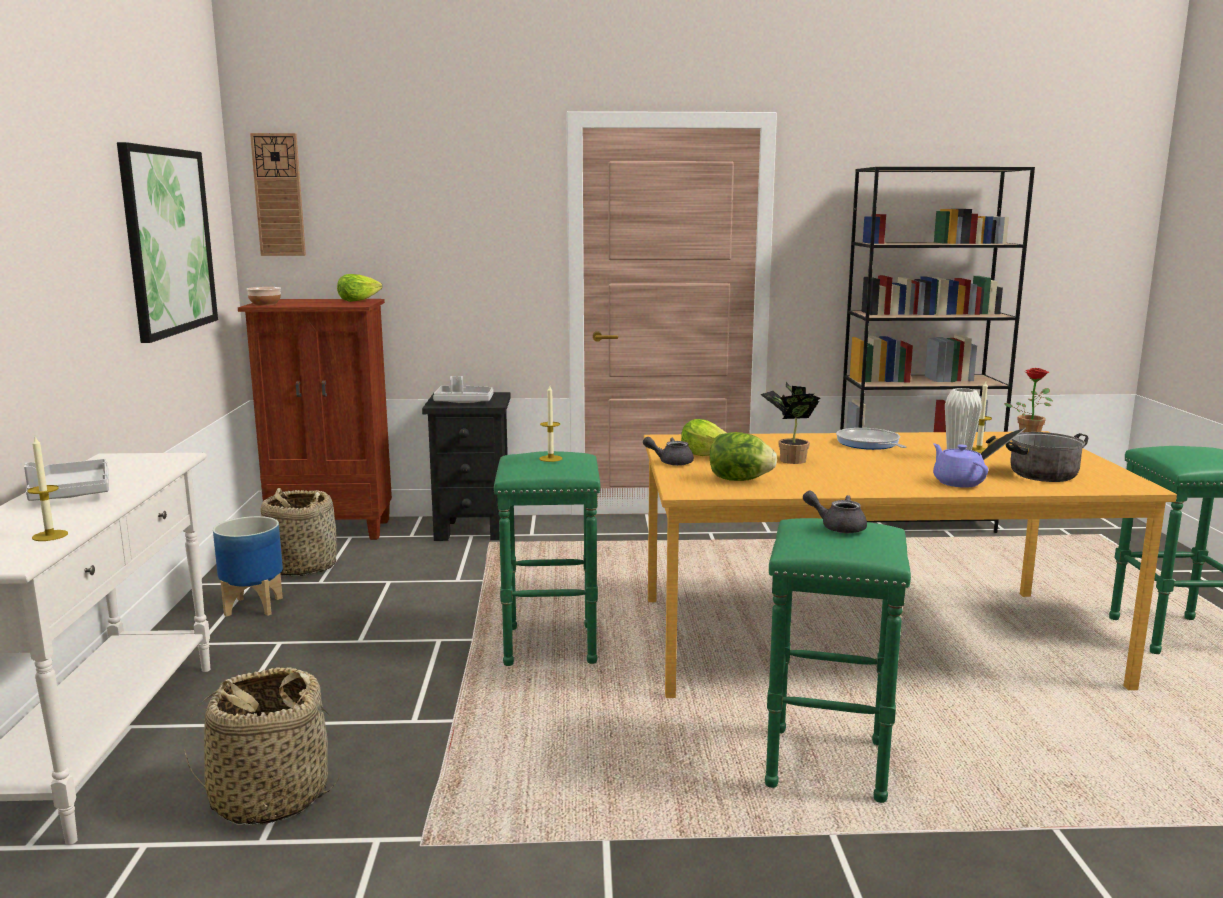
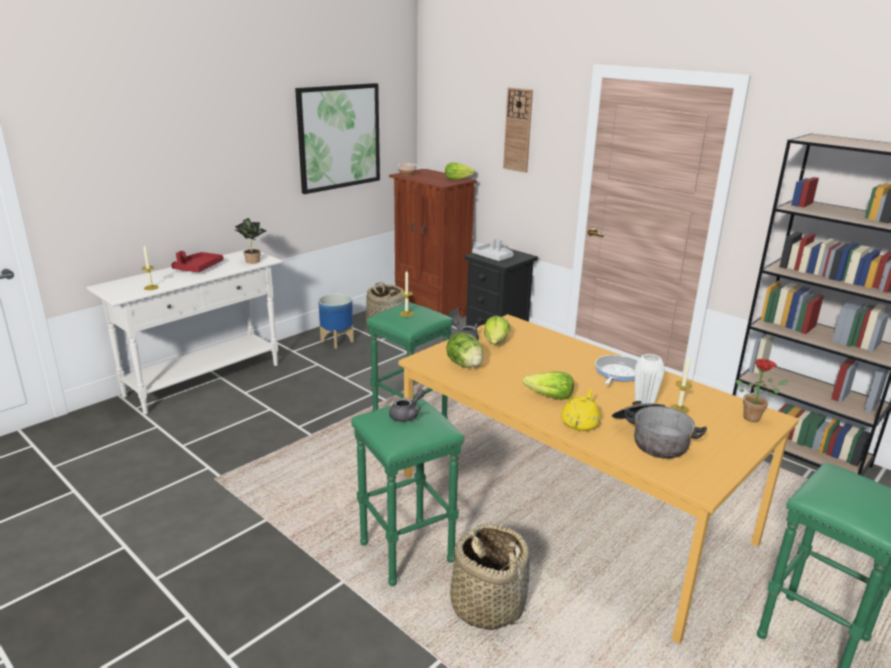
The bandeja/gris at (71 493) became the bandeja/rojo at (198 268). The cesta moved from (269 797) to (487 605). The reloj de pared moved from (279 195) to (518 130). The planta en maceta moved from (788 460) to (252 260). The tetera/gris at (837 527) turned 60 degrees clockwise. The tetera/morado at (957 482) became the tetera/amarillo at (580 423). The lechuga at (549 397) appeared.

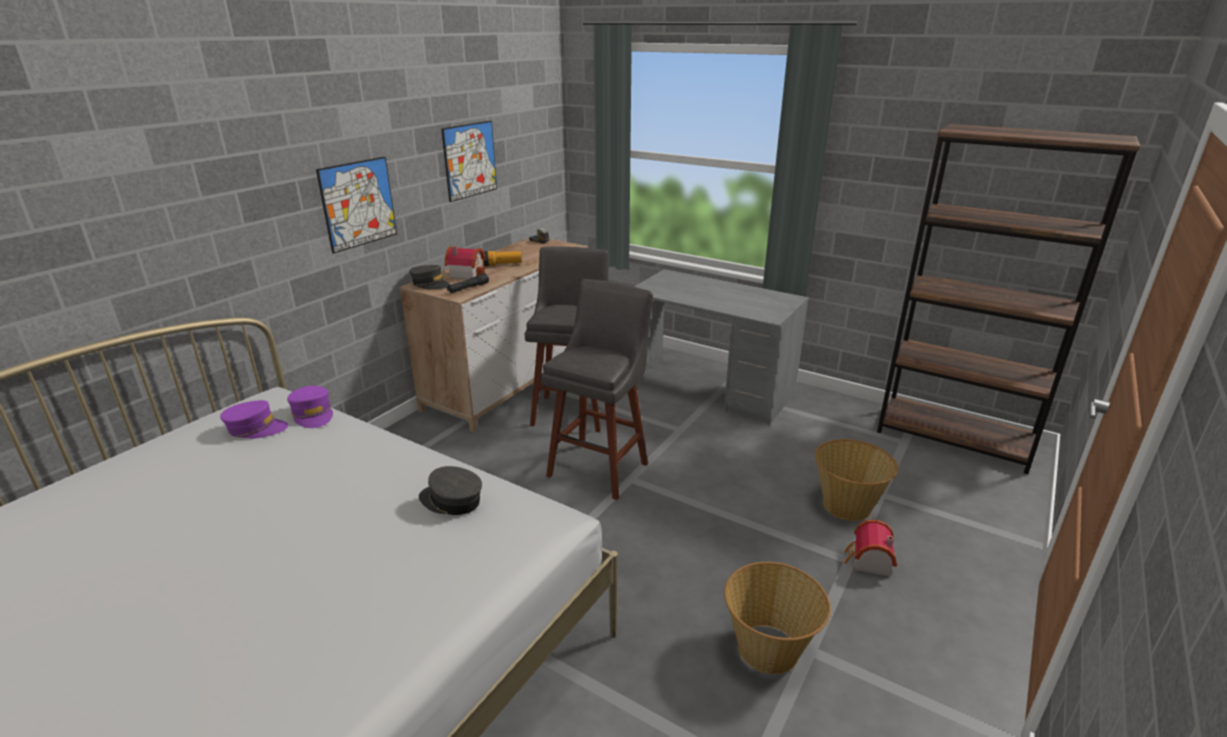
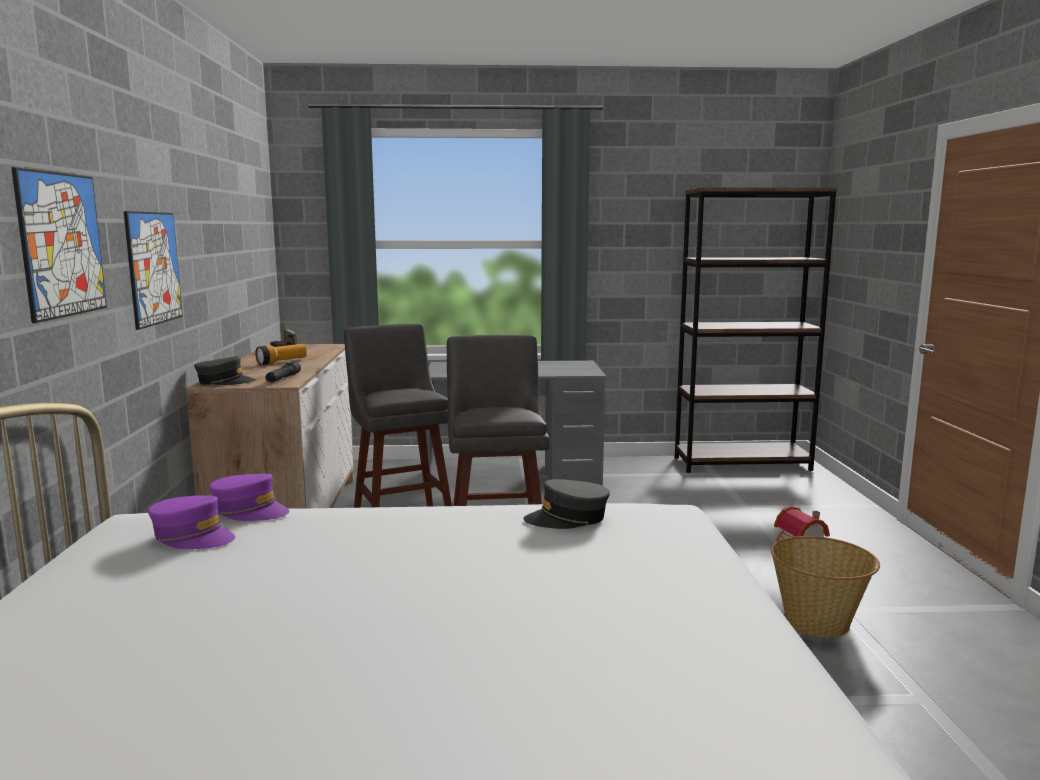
The gorra/morado at (256 428) turned 60 degrees clockwise. The cuadro moved from (470 160) to (62 245). The casita at (466 274) disappeared. The cesta at (847 505) disappeared.

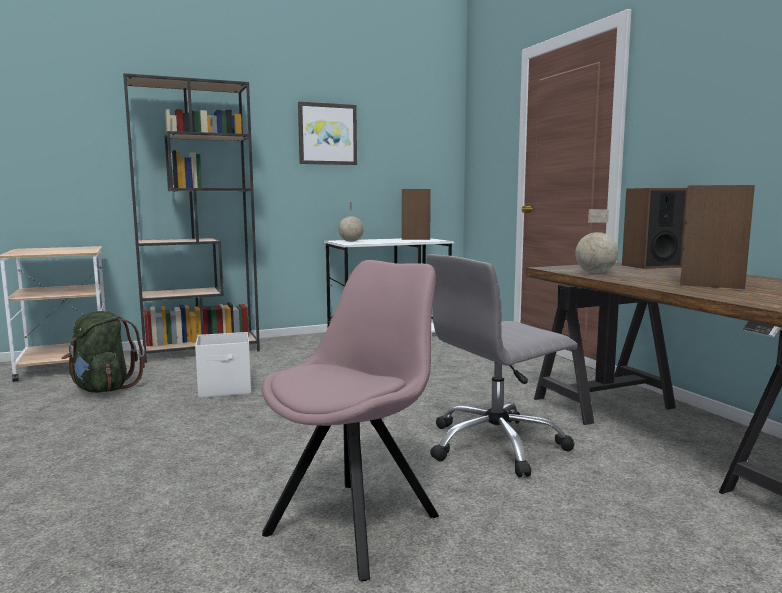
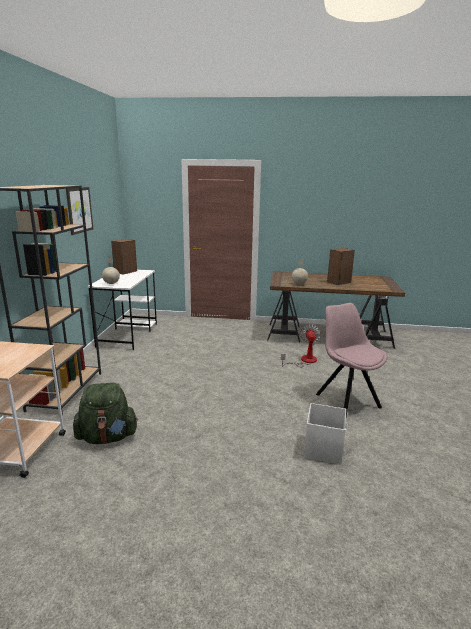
The caja de almacenaje/blanco moved from (226 389) to (324 449). The silla de oficina/gris at (495 445) was replaced by the ventilador at (304 361). The altavoz at (651 266) disappeared.

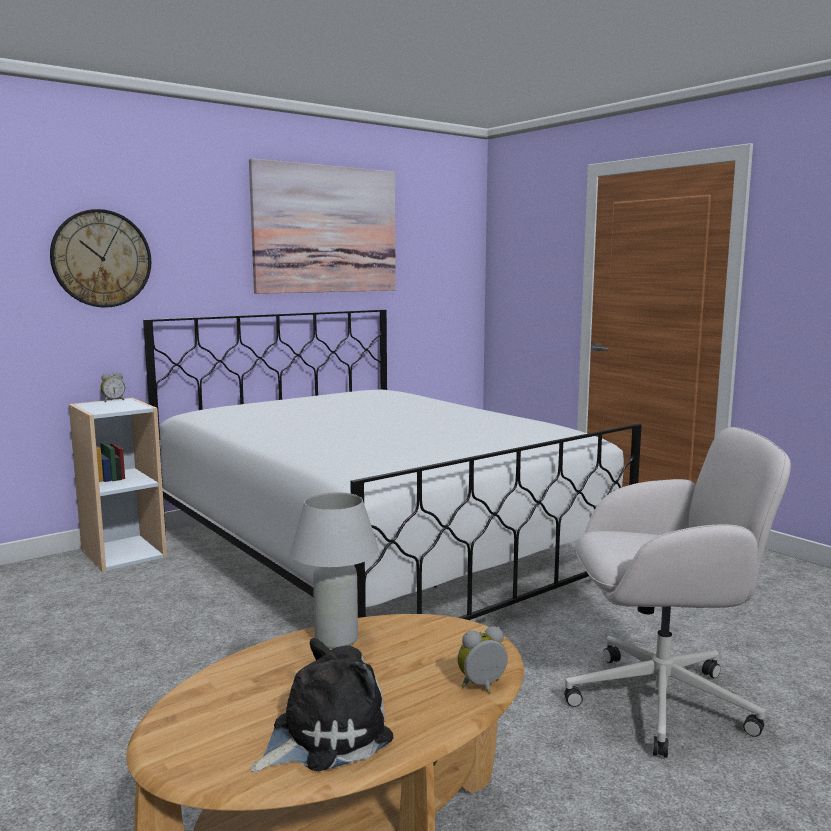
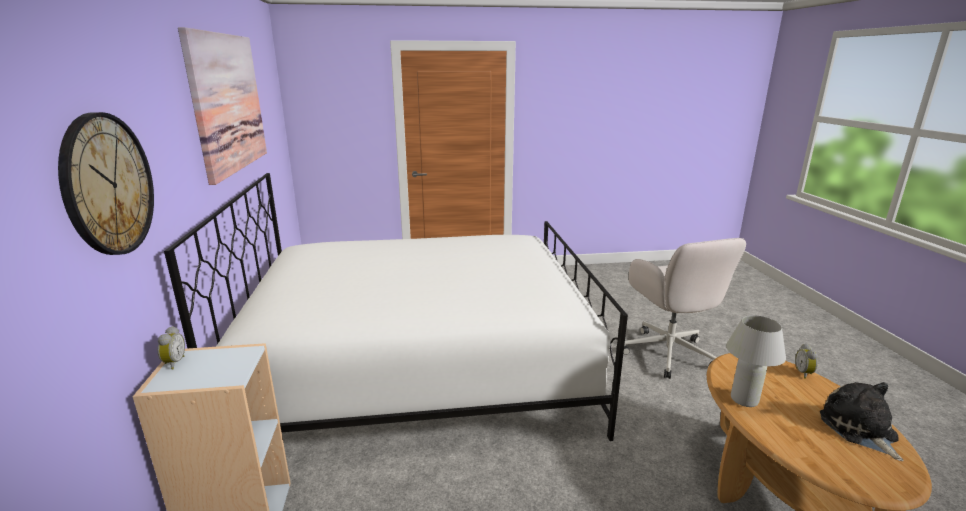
The silla de oficina/blanco at (660 703) turned 135 degrees clockwise.

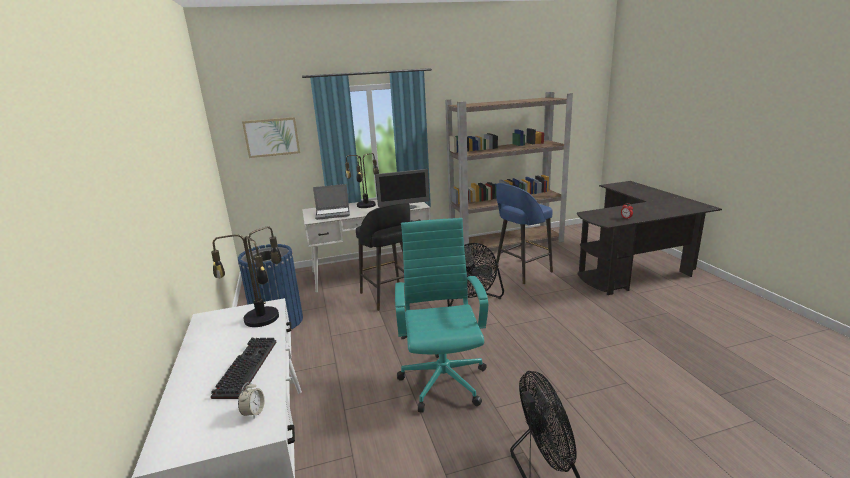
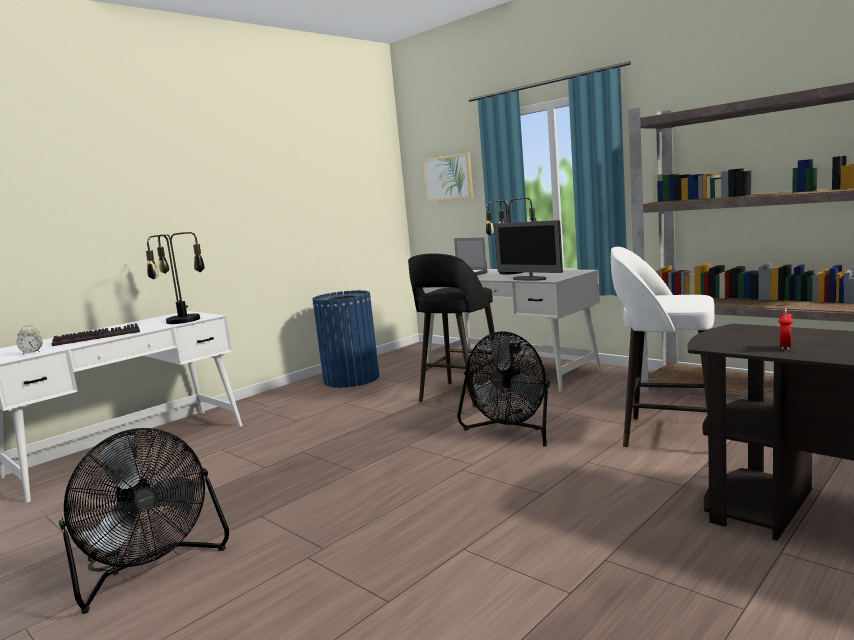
The silla de oficina/turquesa at (443 379) disappeared. The taburete/azul at (521 272) became the taburete/blanco at (667 434).

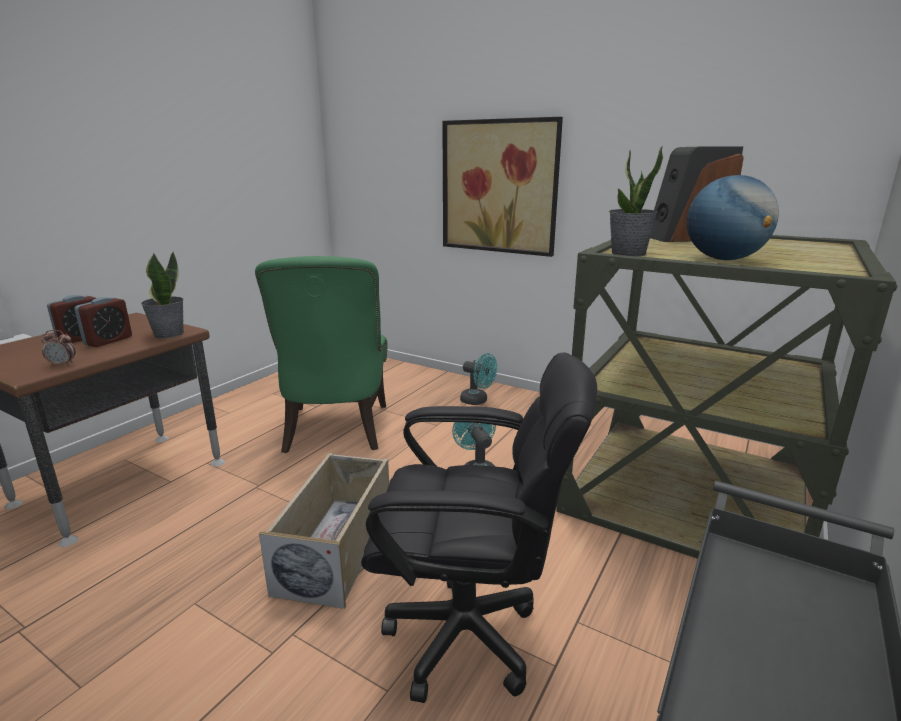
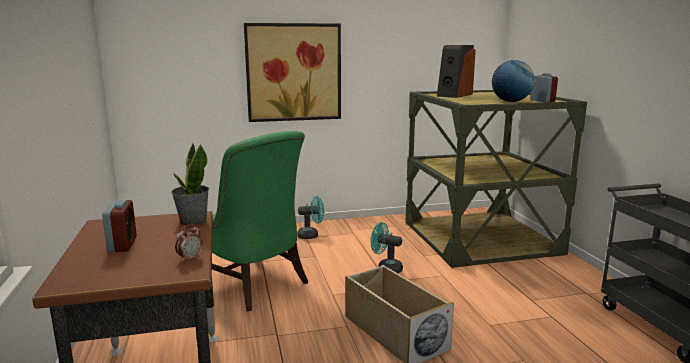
The despertador moved from (108 341) to (542 101). The silla de oficina/negro at (472 637) disappeared. The planta en maceta at (628 253) disappeared.

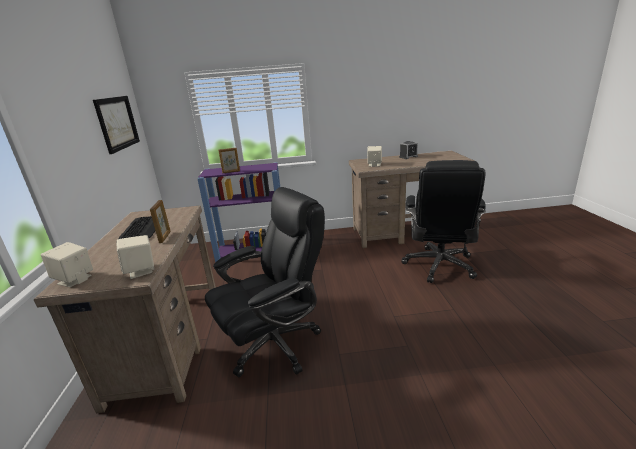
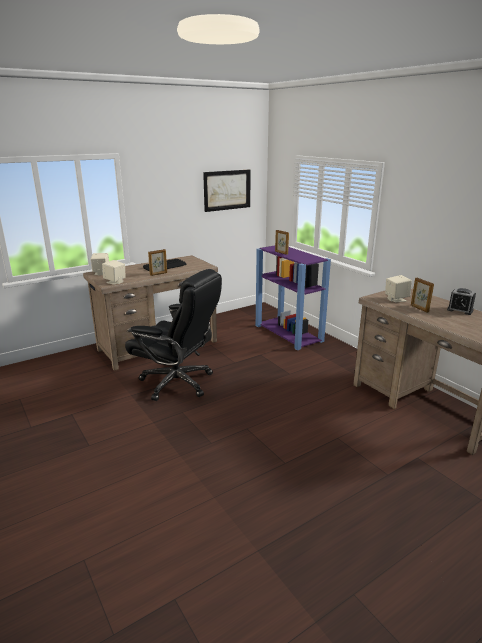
The silla de oficina/negro at (439 265) disappeared. The portarretratos at (419 308) appeared.

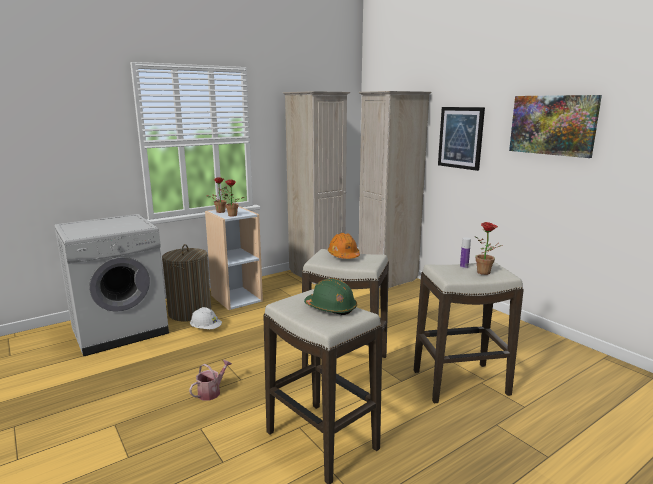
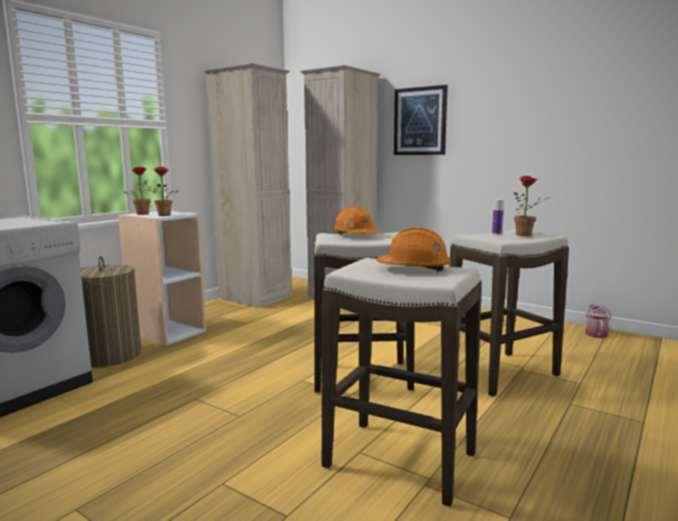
The regadera moved from (211 392) to (595 333). The casco/blanco at (206 329) disappeared. The casco/verde at (331 308) became the casco/naranja at (414 268). The cuadro at (552 125) disappeared.

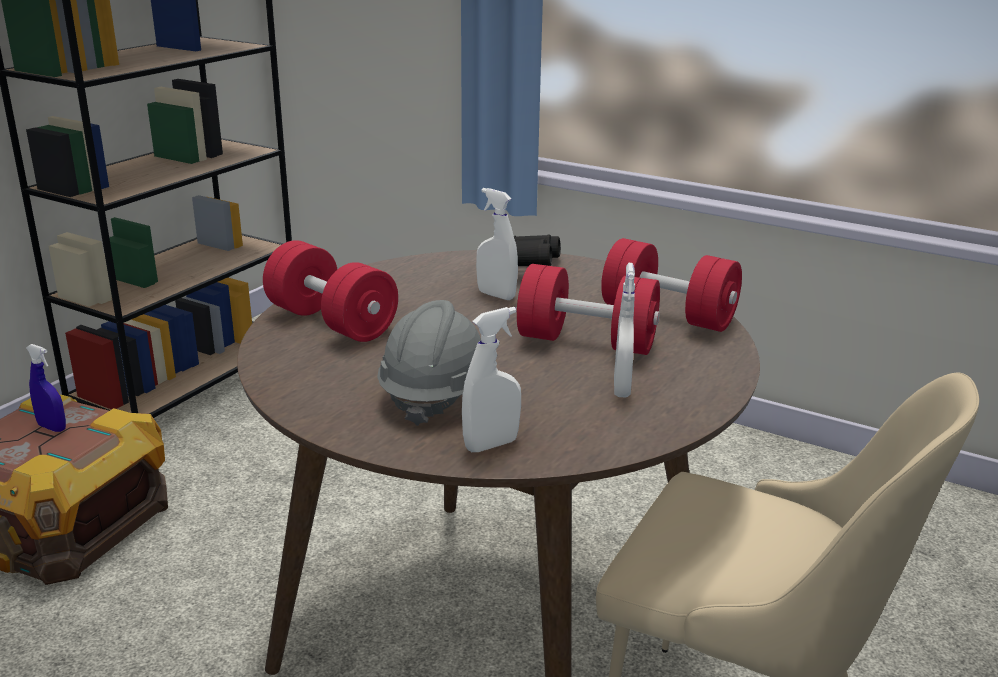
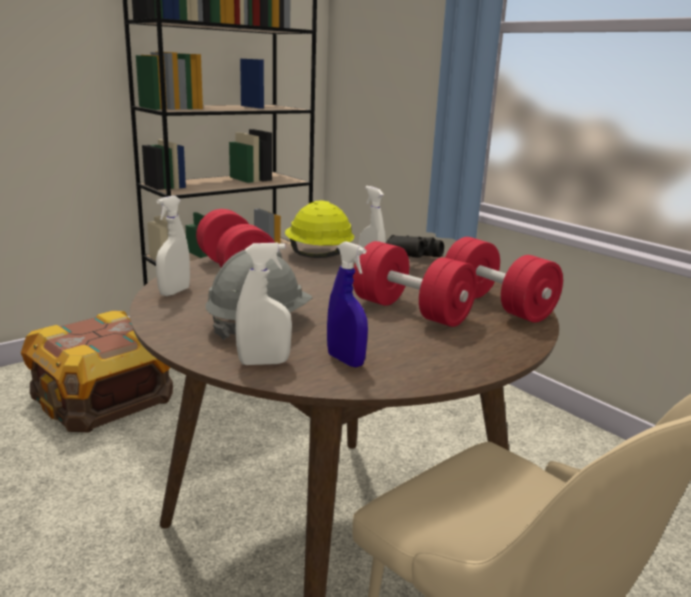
The pulverizador/azul moved from (52 427) to (345 360). The pulverizador/blanco moved from (621 388) to (174 292). The casco/amarillo at (318 255) appeared.

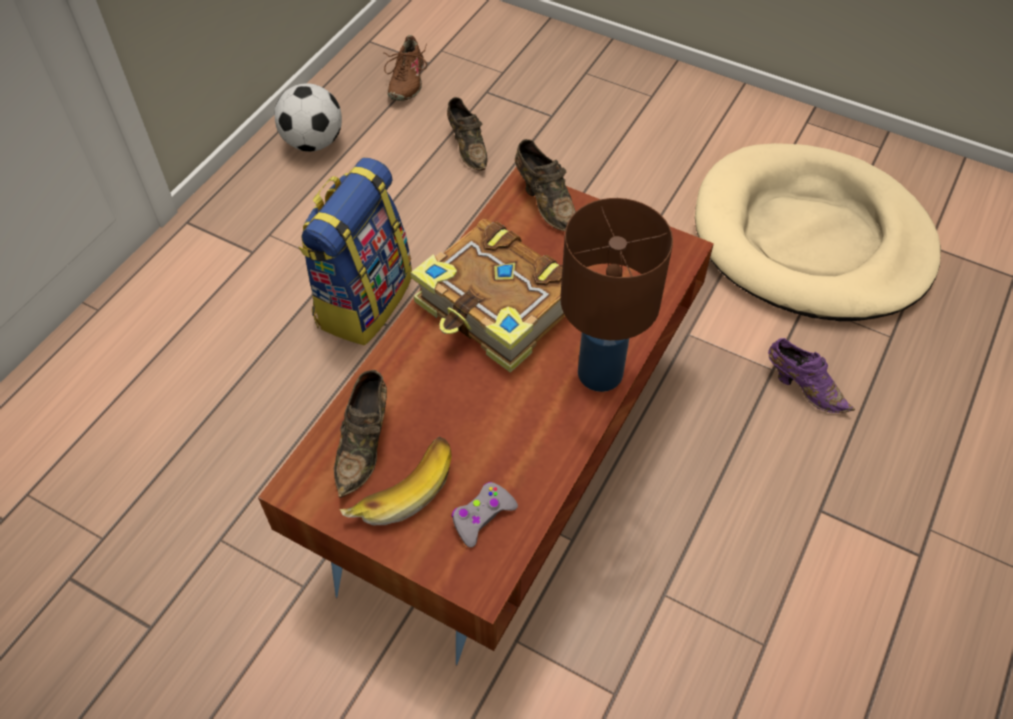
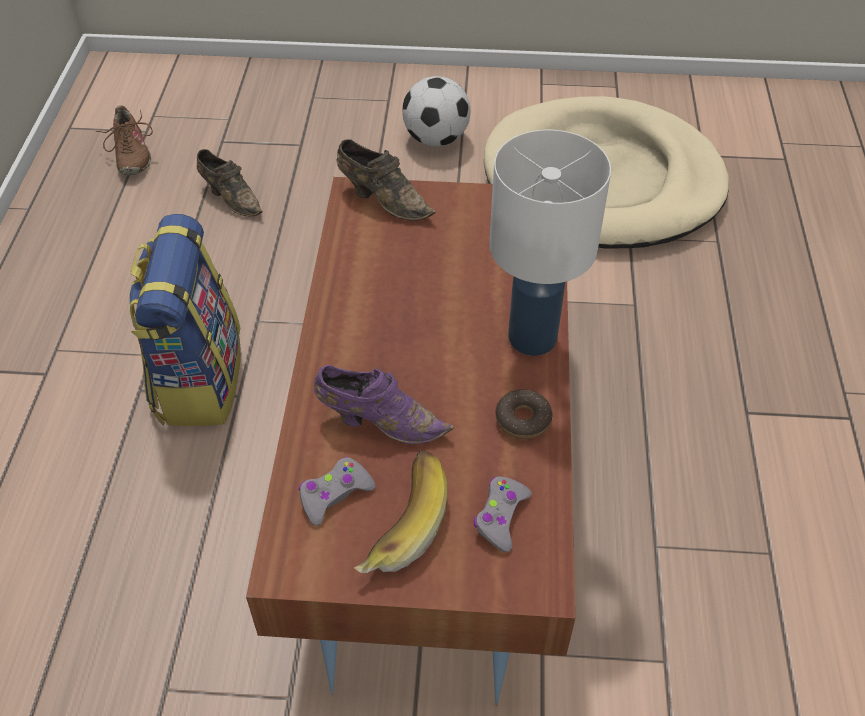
The balón de fútbol moved from (313 142) to (436 139). The zapato/marrón at (364 444) was replaced by the mando de consola/gris at (334 495). The libro at (496 309) disappeared. The lámpara de mesa/marrón at (598 372) became the lámpara de mesa/blanco at (530 337). The zapato/morado moved from (803 387) to (379 422). The rosquilla at (523 420) appeared.

